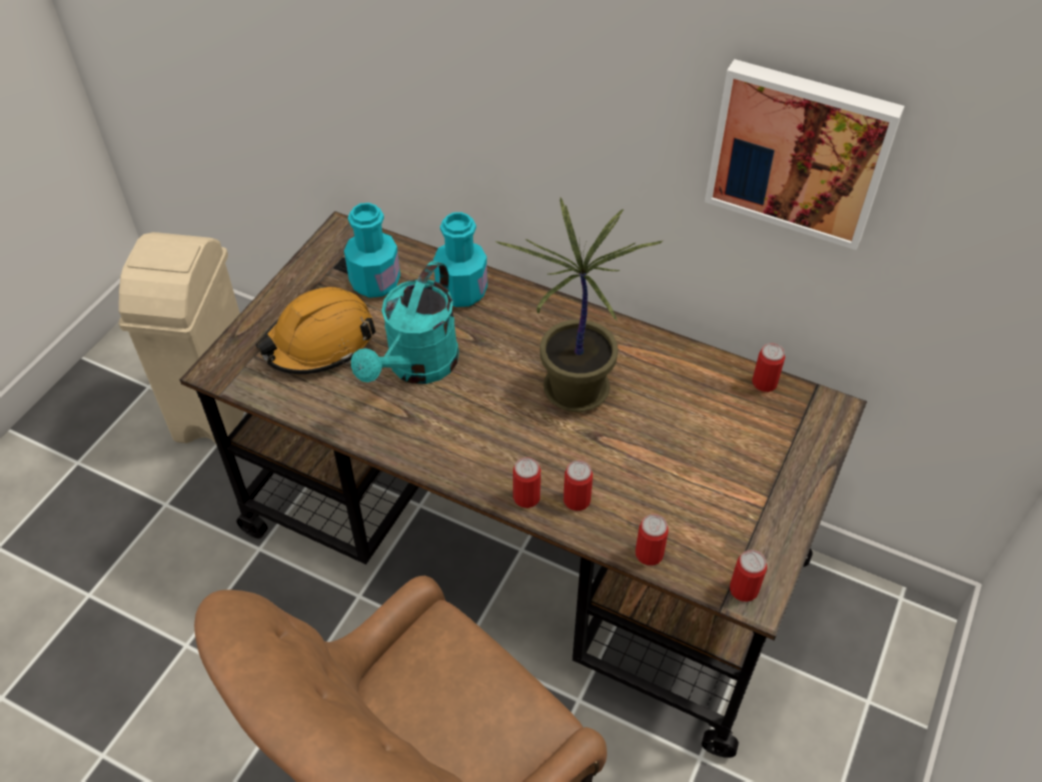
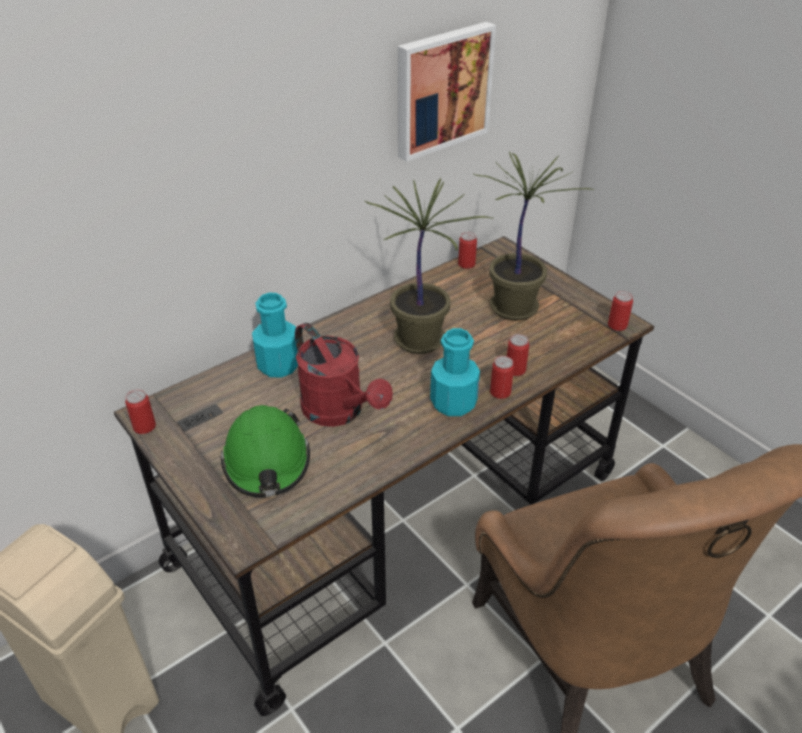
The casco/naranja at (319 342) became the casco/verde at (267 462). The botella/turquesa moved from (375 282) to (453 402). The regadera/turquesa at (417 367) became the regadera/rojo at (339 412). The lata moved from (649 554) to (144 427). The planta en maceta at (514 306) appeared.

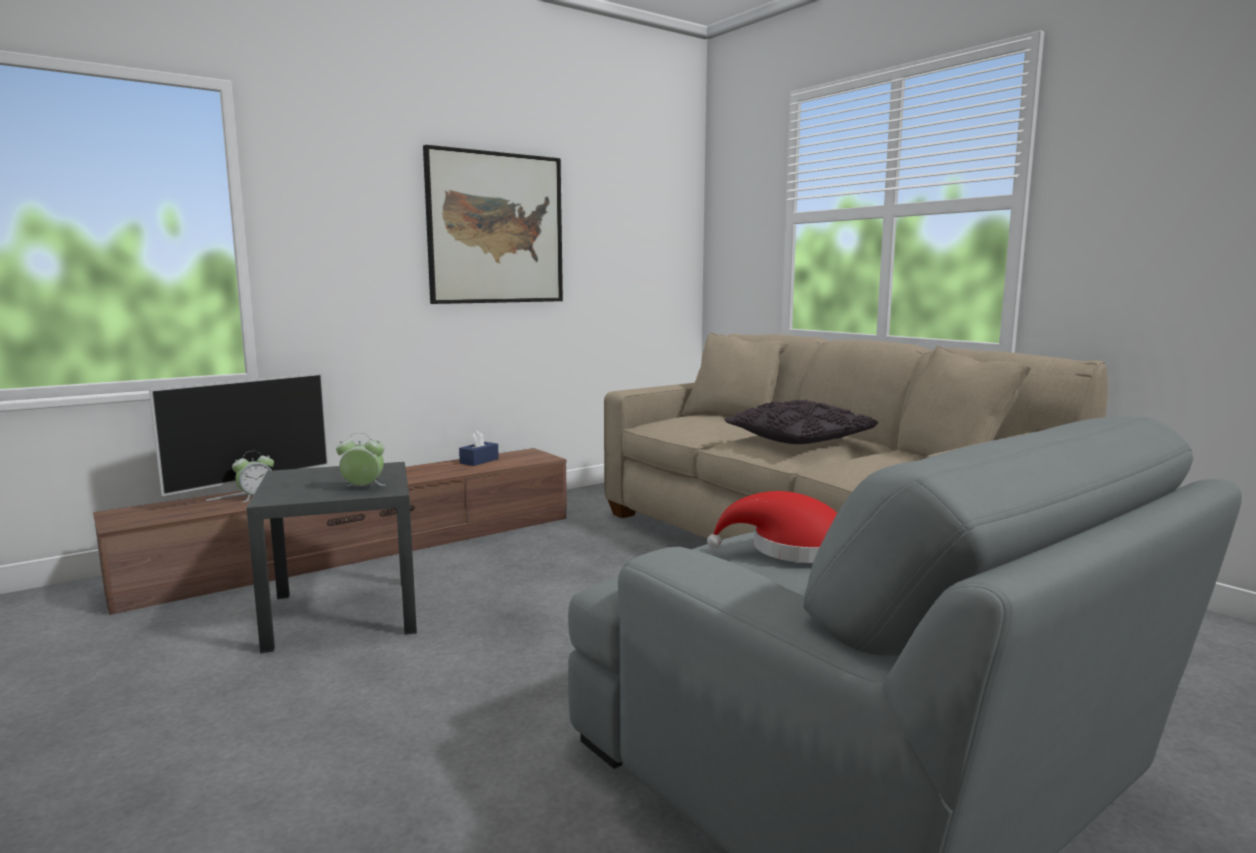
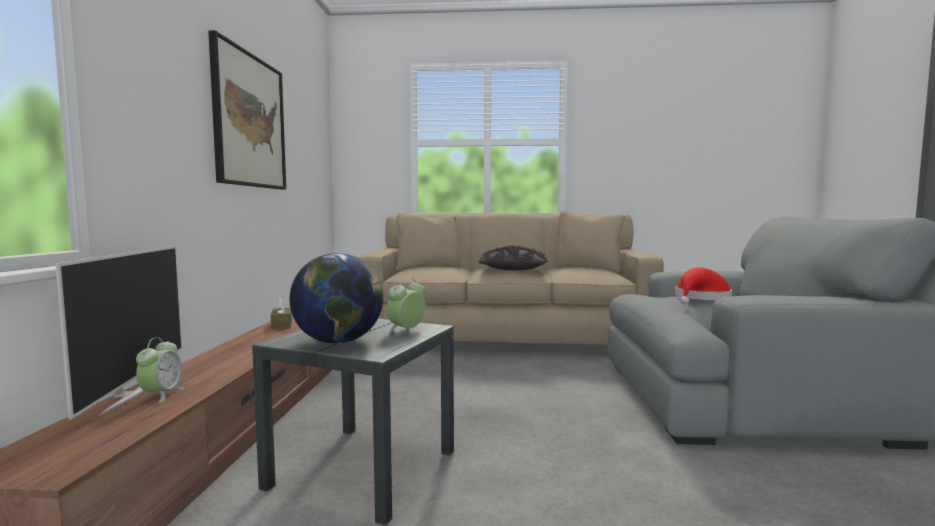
The caja de pañuelos/azul at (479 461) became the caja de pañuelos/marrón at (281 325). The globo terráqueo at (339 341) appeared.

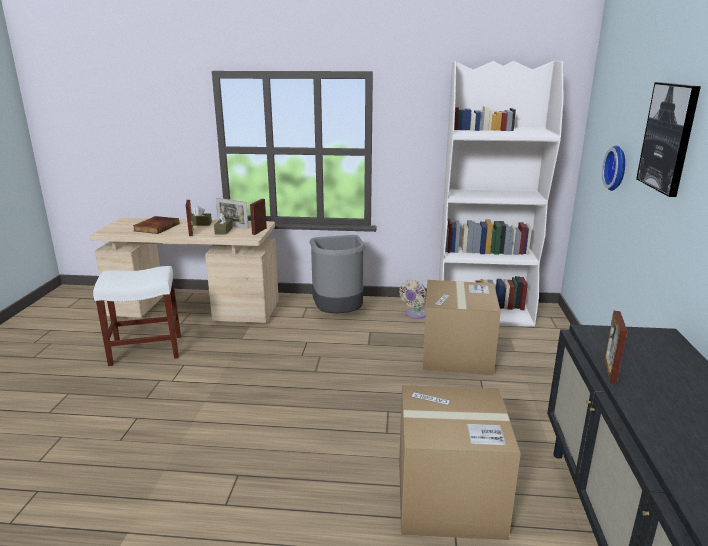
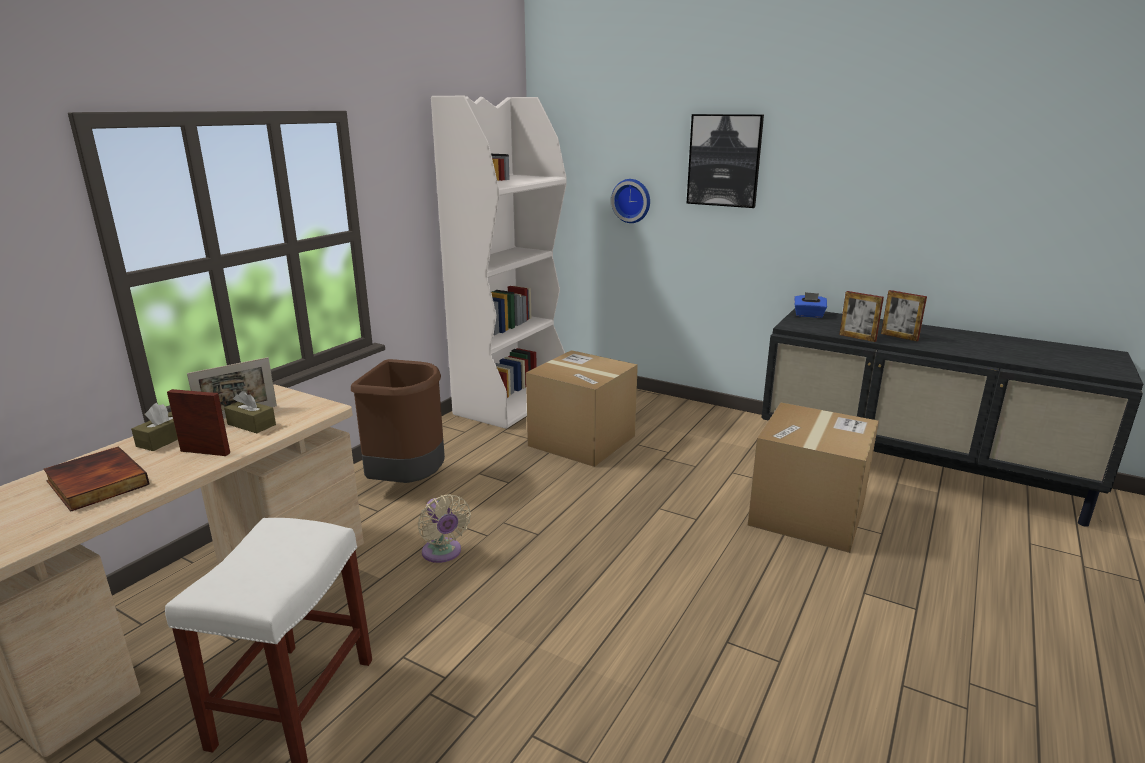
The portarretratos moved from (259 231) to (899 337). The papelera/gris at (338 315) became the papelera/marrón at (408 483). The ventilador/beis moved from (415 314) to (443 553). The caja de pañuelos/azul at (808 315) appeared.

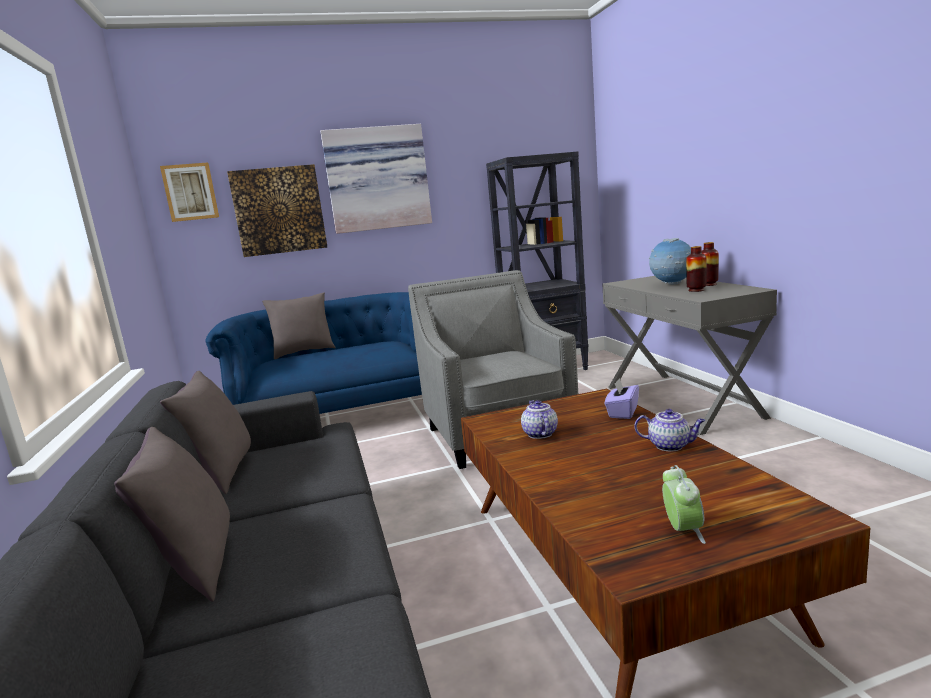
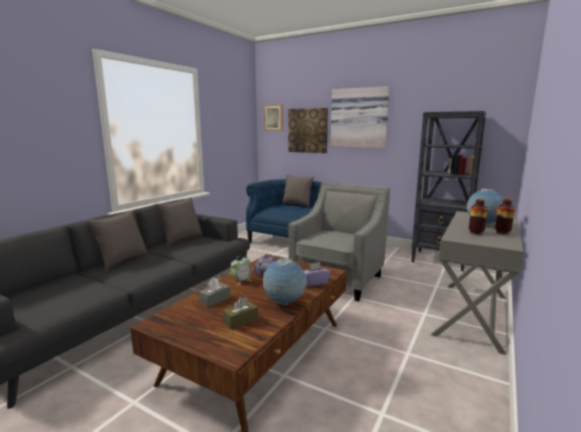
The tetera at (670 445) was replaced by the globo terráqueo at (284 303). The despertador moved from (682 531) to (241 281). The caja de pañuelos/gris at (215 299) appeared. The caja de pañuelos/marrón at (240 320) appeared.

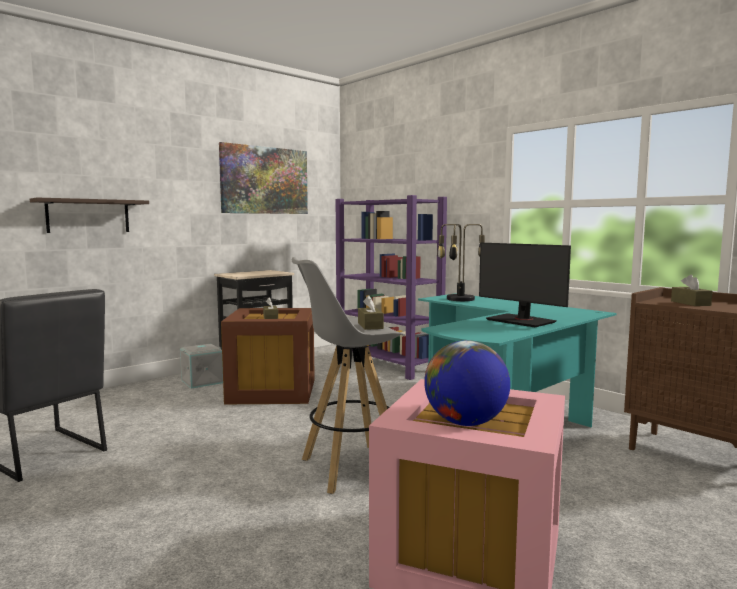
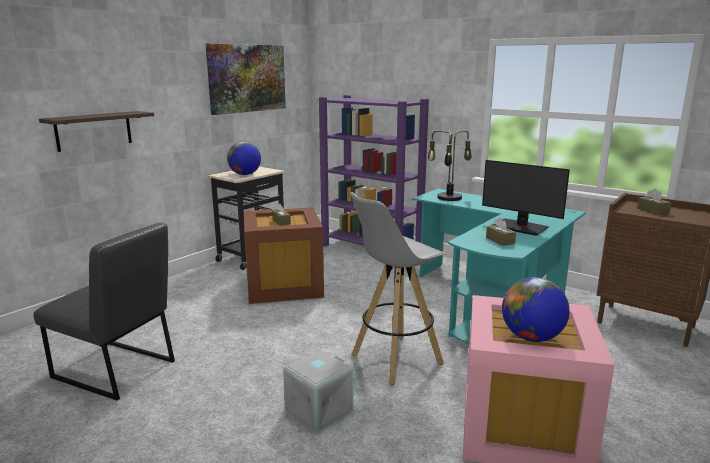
The caja de almacenaje/gris moved from (202 381) to (318 410). The caja de pañuelos/marrón moved from (370 325) to (500 240). The globo terráqueo at (245 174) appeared.

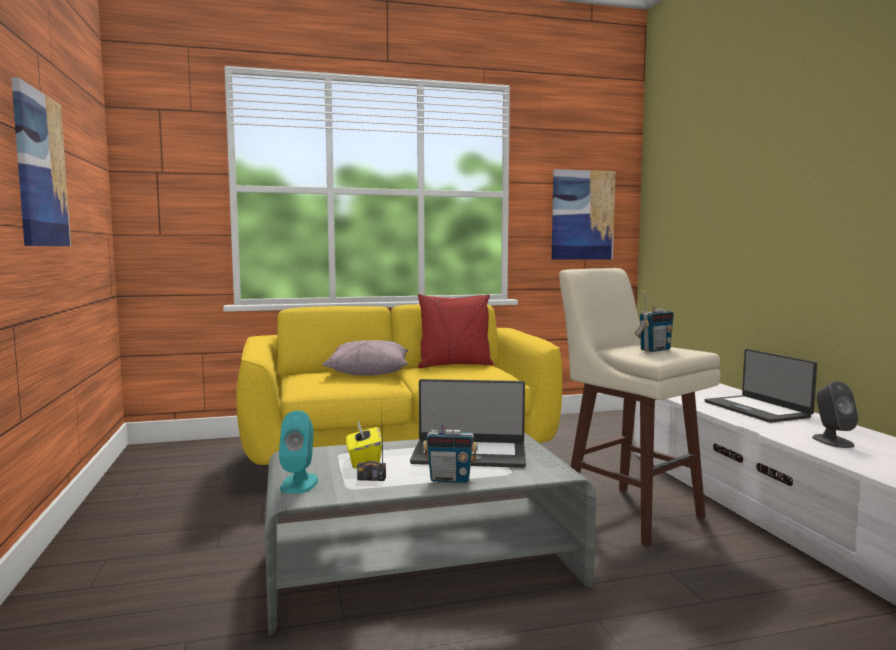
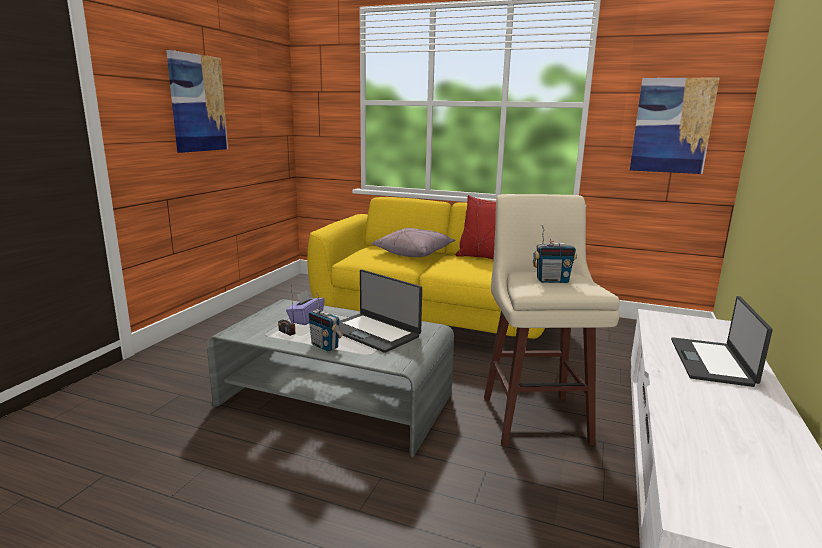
The altavoz/turquesa at (299 483) disappeared. The caja de pañuelos/amarillo at (363 461) became the caja de pañuelos/morado at (306 319). The altavoz/gris at (832 441) disappeared.

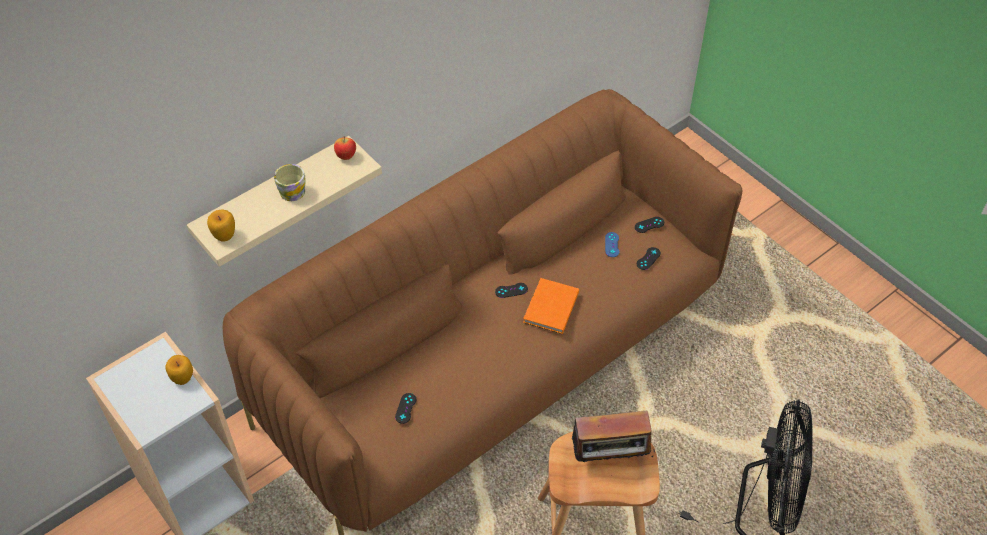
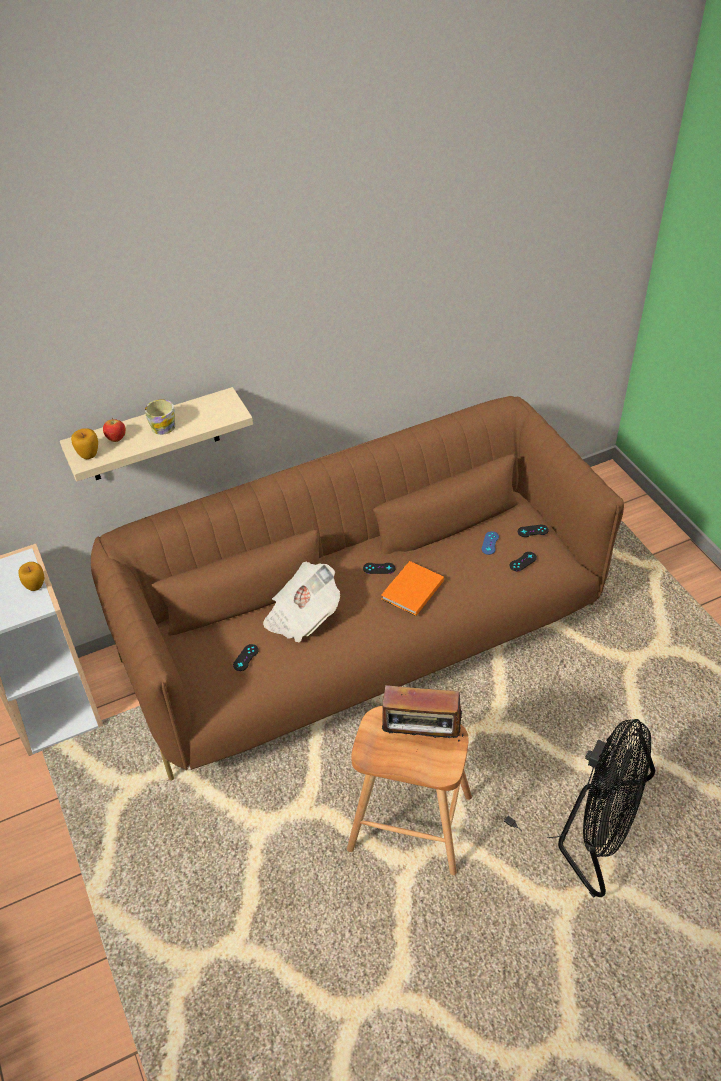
The manzana moved from (346 156) to (116 439). The periódico at (301 615) appeared.

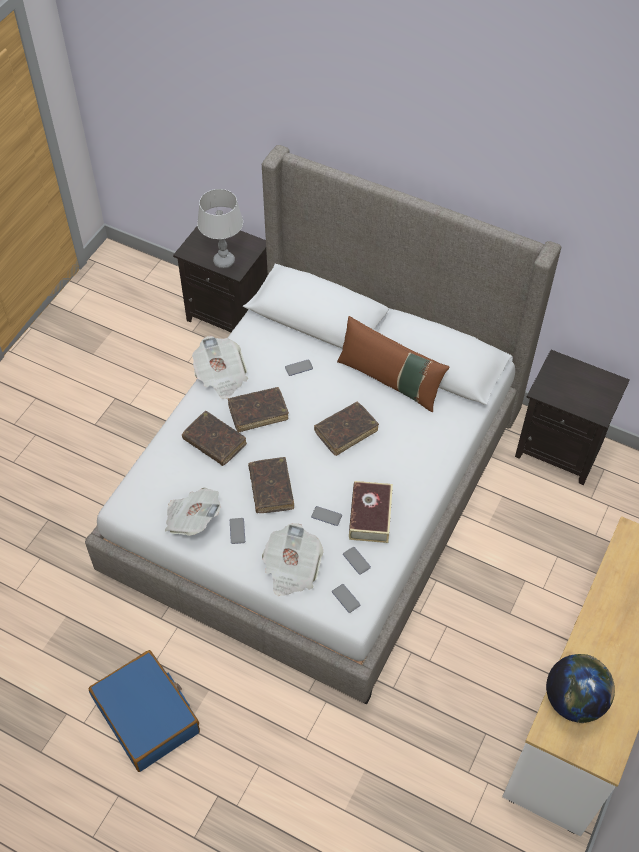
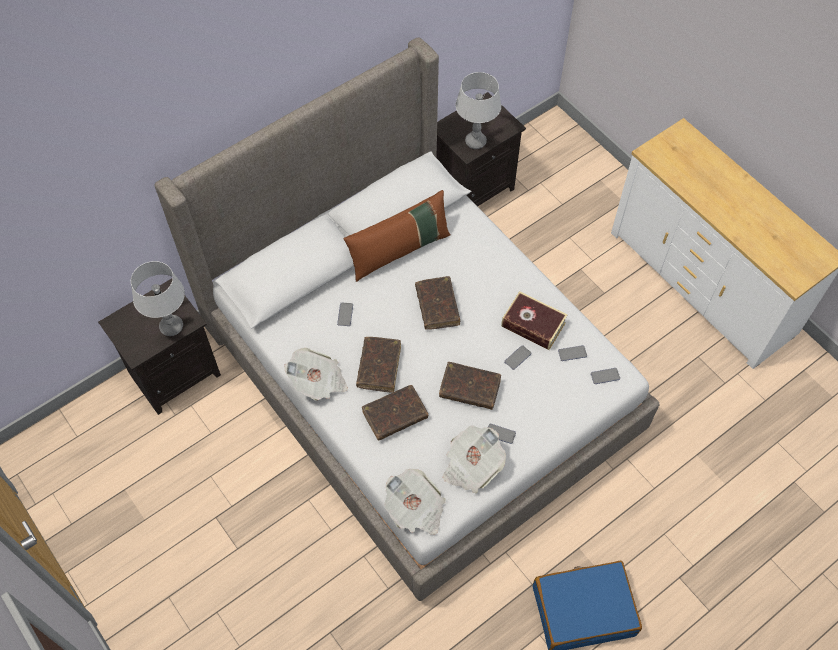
The periódico moved from (291 569) to (415 509). The globo terráqueo at (574 700) disappeared. The lámpara de mesa/gris at (475 141) appeared.

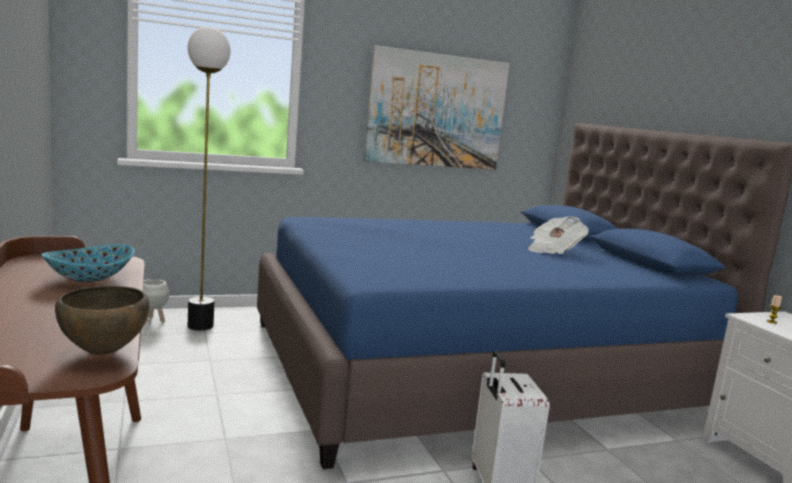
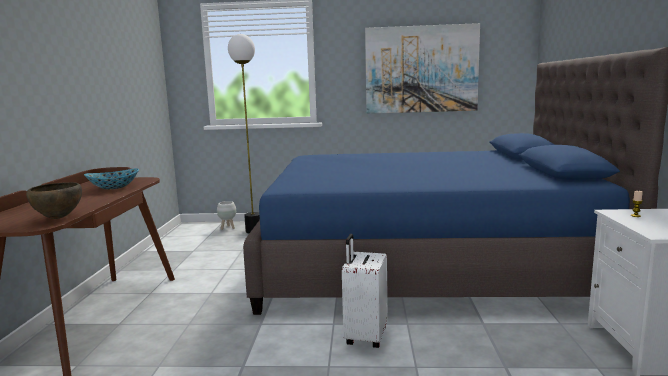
The periódico at (553 250) disappeared.

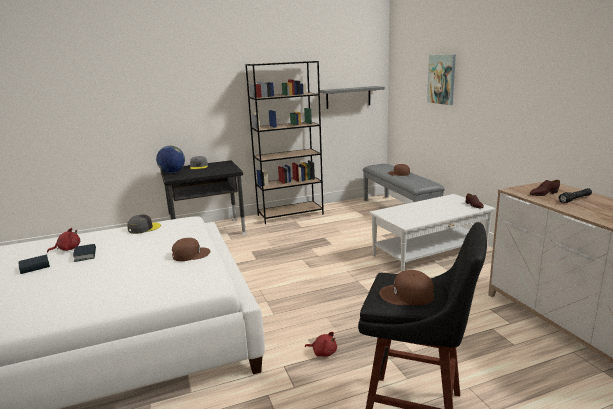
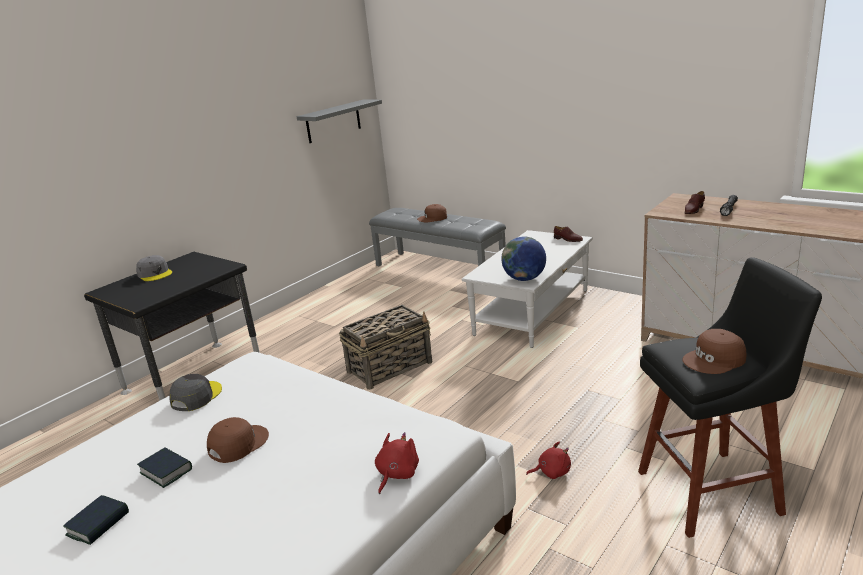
The peluche/rojo moved from (67 249) to (396 474). The globo terráqueo moved from (172 172) to (524 279). The gorra/marrón moved from (190 254) to (238 444). The estantería/beis at (290 214) disappeared. The cuadro at (442 79) disappeared. The cesta at (390 367) appeared.

